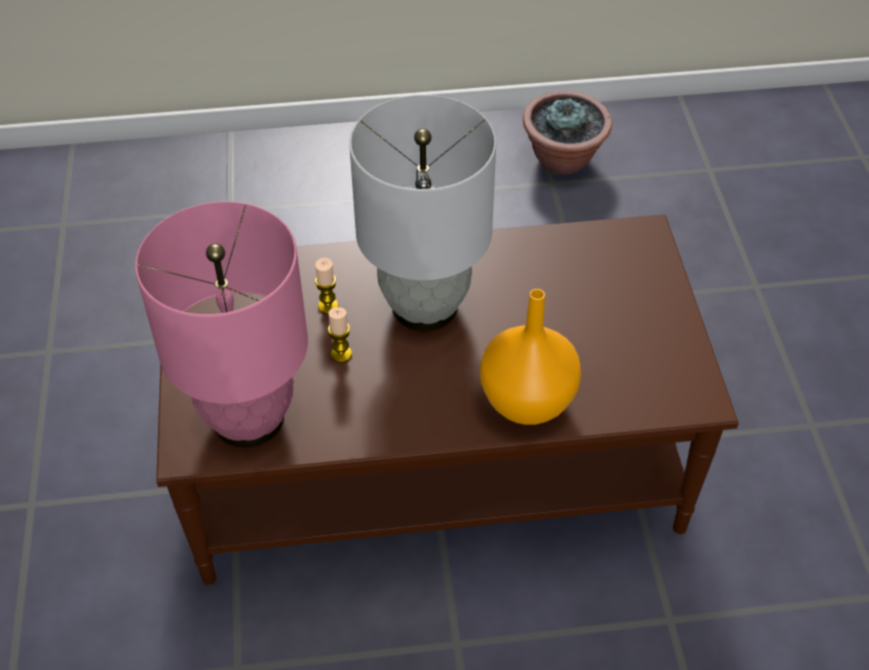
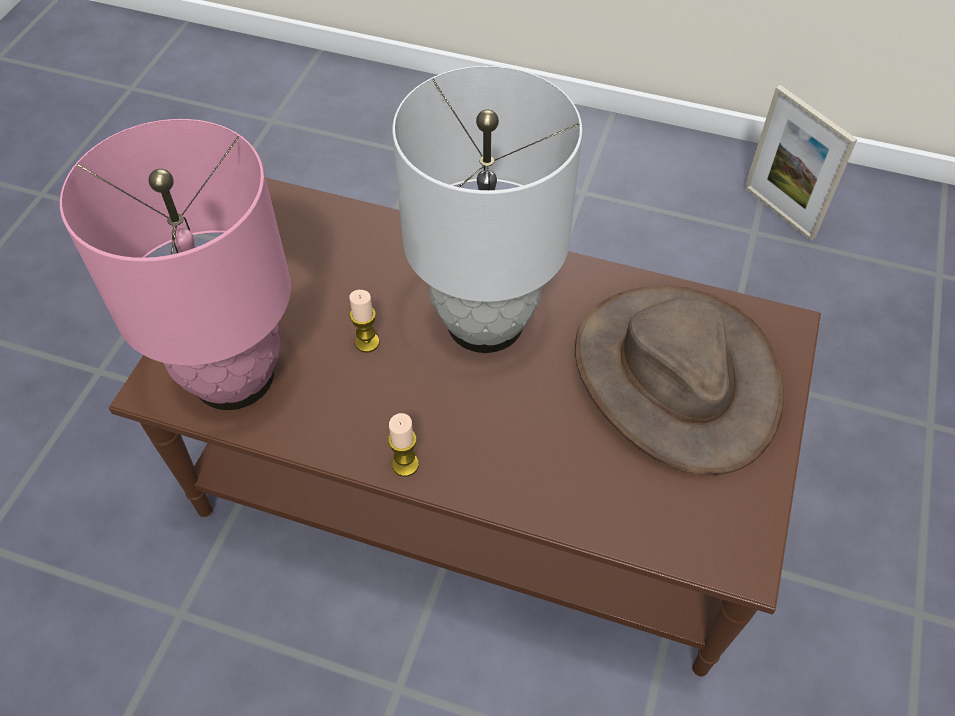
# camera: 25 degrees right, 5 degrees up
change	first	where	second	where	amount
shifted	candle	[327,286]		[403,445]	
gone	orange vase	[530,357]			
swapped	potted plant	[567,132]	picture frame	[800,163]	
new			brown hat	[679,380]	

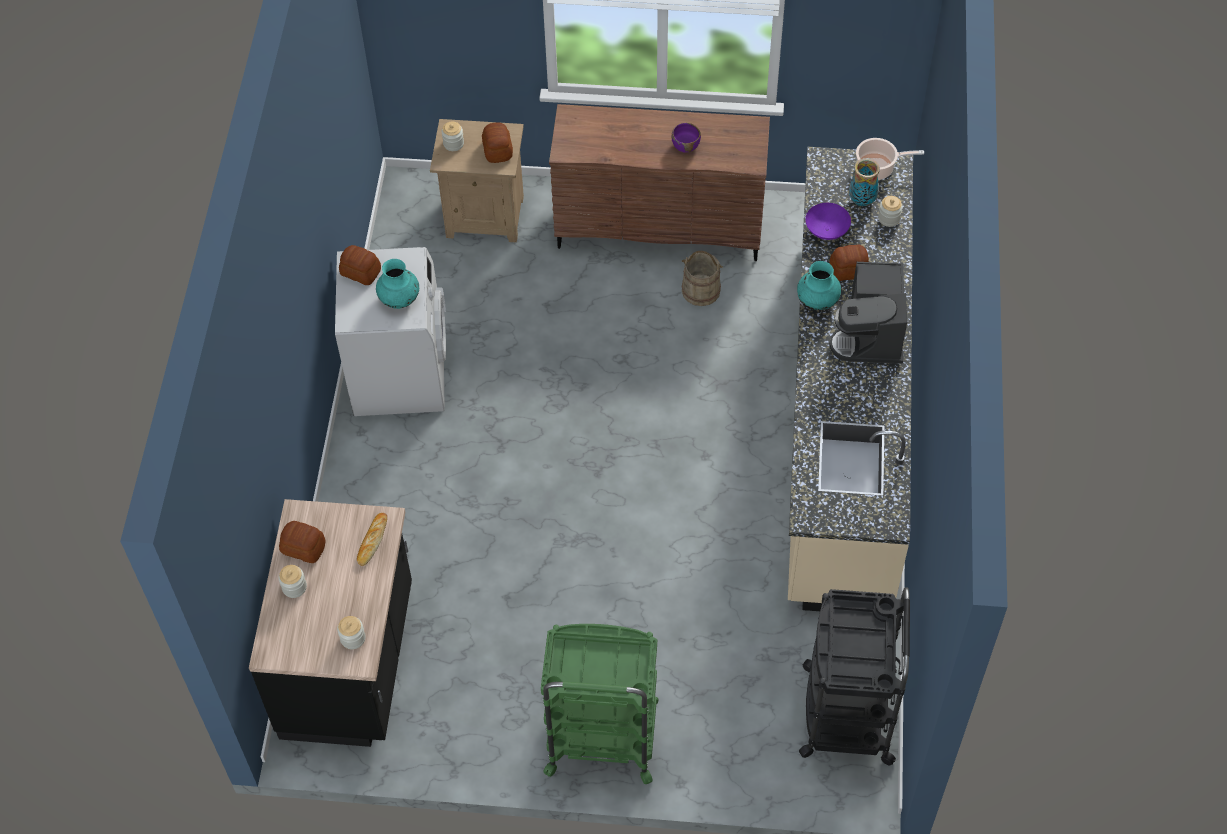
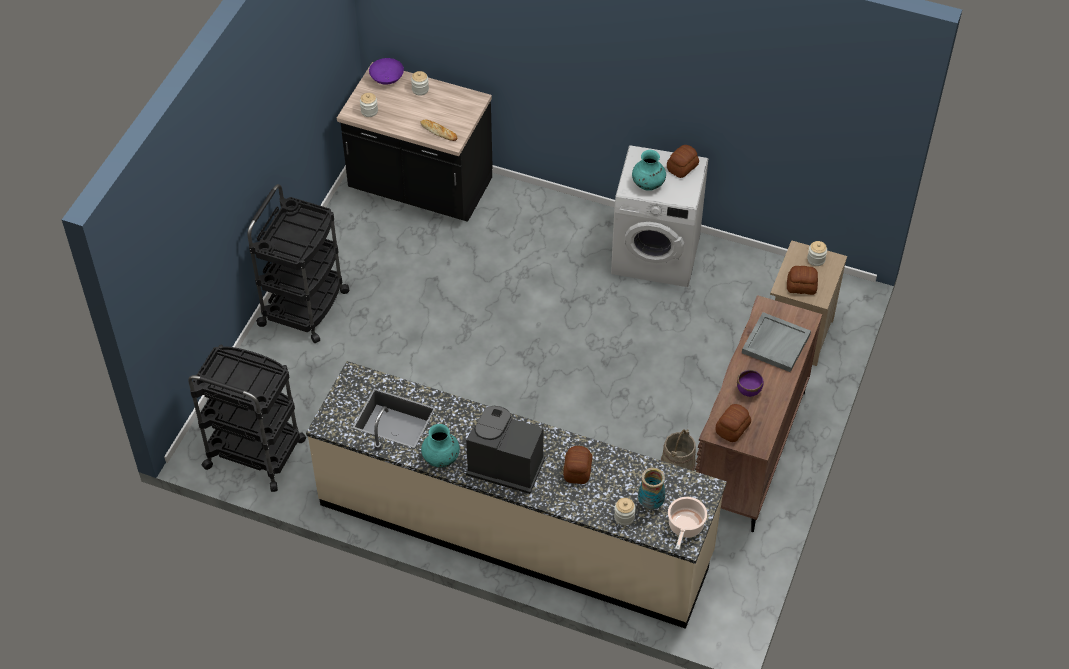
# camera: 105 degrees right, 5 degrees down
change	first	where	second	where	amount
shifted	bread	[302,542]		[733,423]	
repainted	green cart	[599,704]	black cart	[298,263]	
shifted	turquoise vase	[819,285]		[440,446]	
shifted	purple bowl	[828,221]		[386,71]	
new			grey tray	[776,342]	

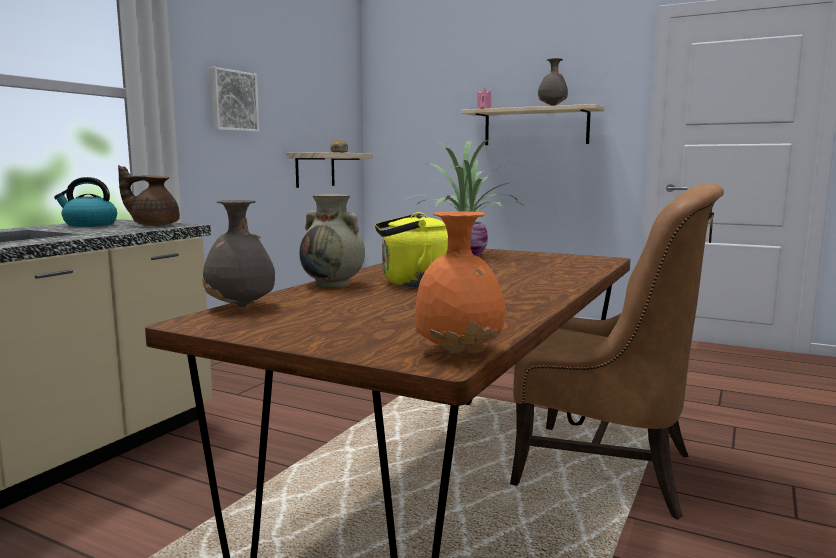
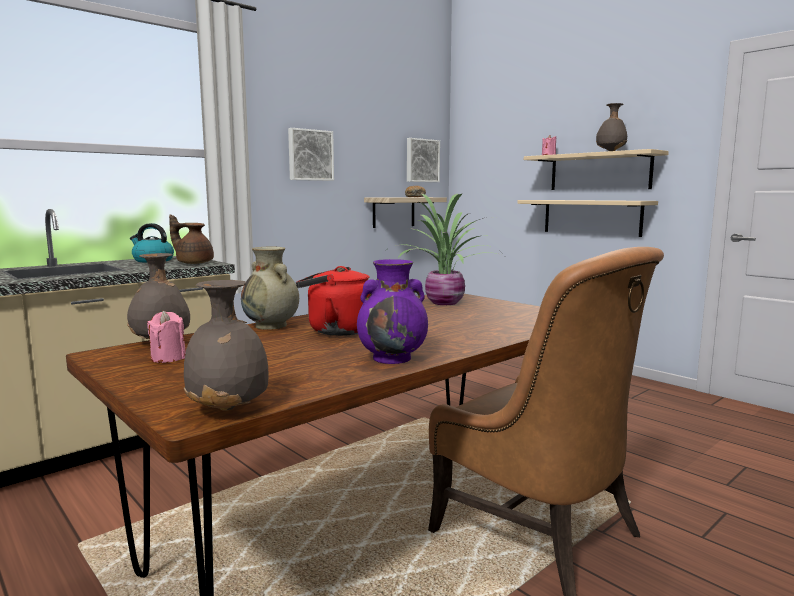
# camera: 20 degrees right, 0 degrees up
change	first	where	second	where	amount
repainted	yellow kettle	[411,249]	red kettle	[333,301]	
repainted	orange vase	[460,282]	grey vase	[226,345]	
new			pink candle	[166,337]	
new			purple vase	[392,311]	
new			picture	[423,160]	
new			beige shelf	[587,218]	

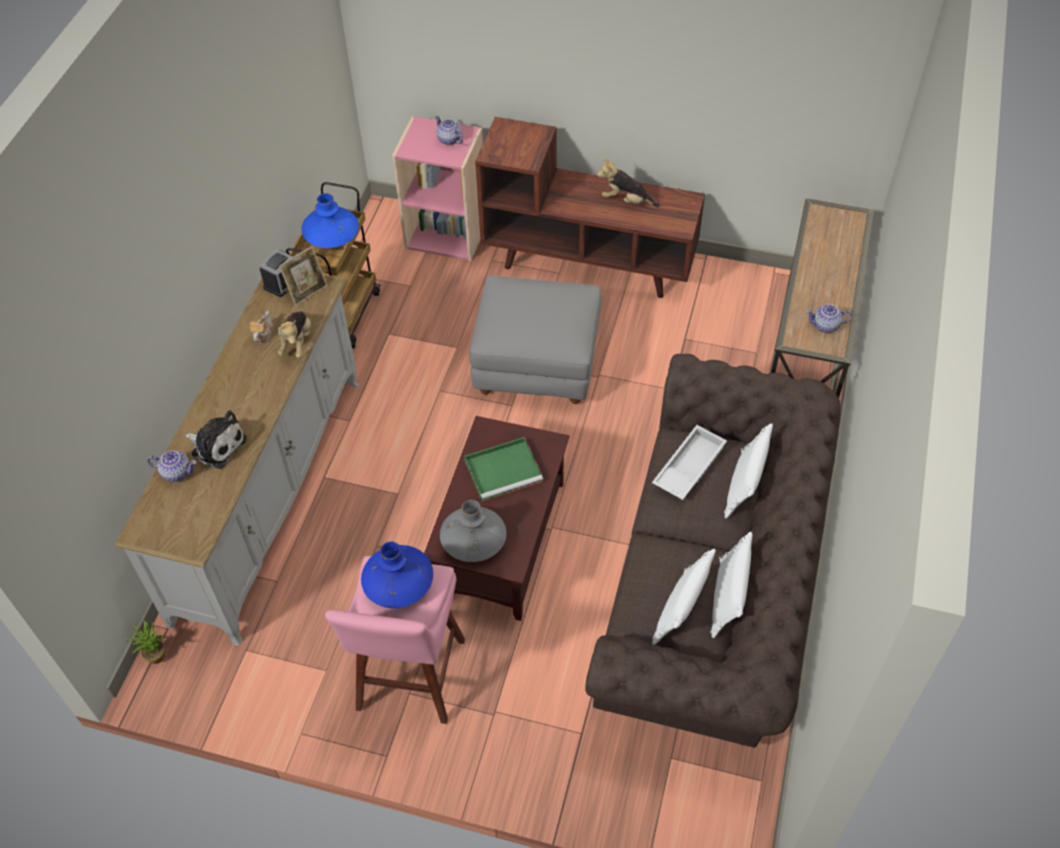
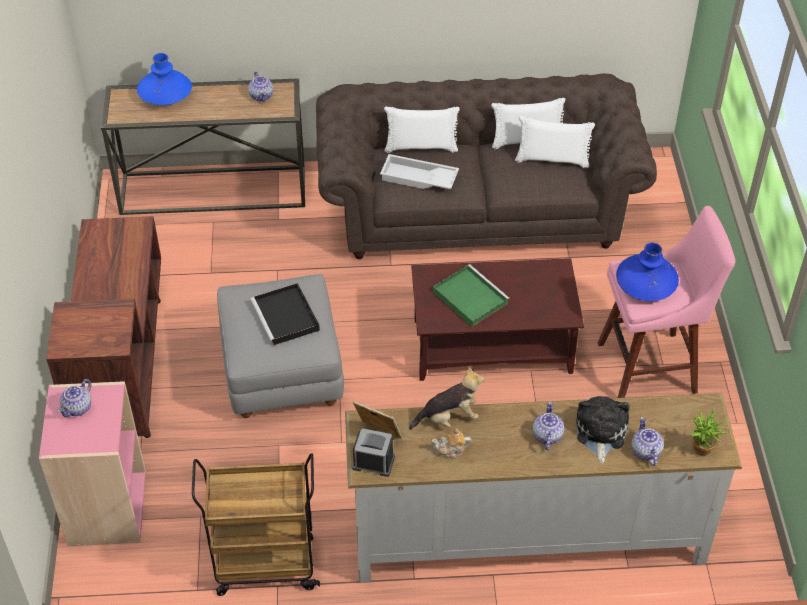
# camera: 110 degrees left, 5 degrees down
change	first	where	second	where	amount
shifted	potted plant	[144,642]		[710,432]	
shifted	blue vase	[330,220]		[164,79]	
gone	grey vase	[473,531]			
gone	plush toy	[628,182]			
new			black tray	[285,314]	
new			teapot	[548,425]	

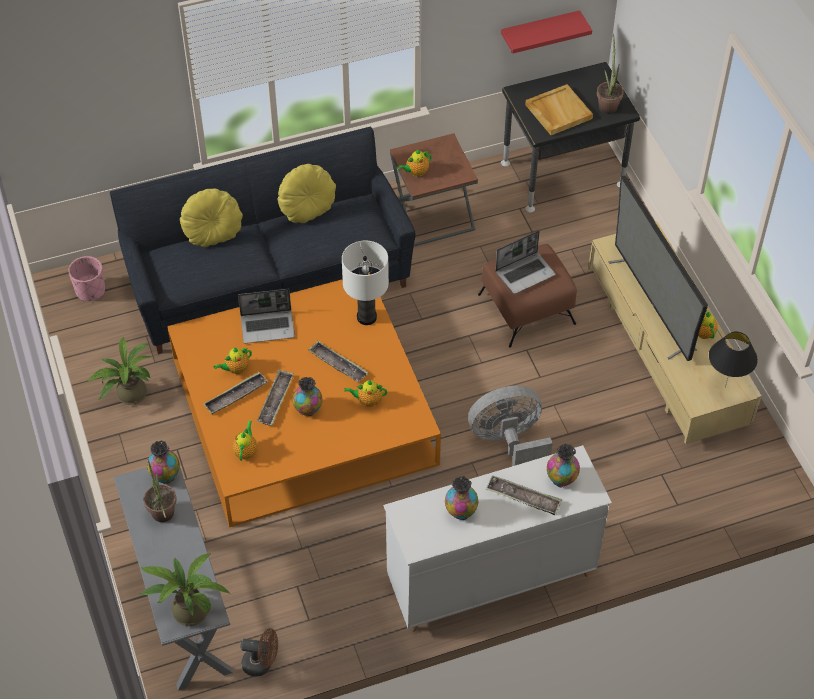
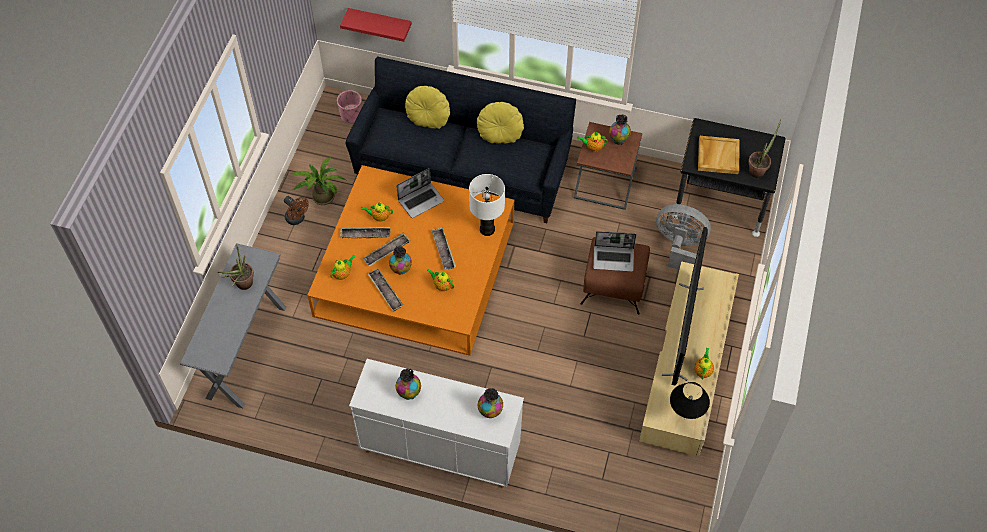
# camera: 35 degrees right, 5 degrees up
change	first	where	second	where	amount
gone	potted plant	[185,590]			
shifted	vase	[163,462]		[620,129]	
rotated	laptop	[266,316]		[420,193]	60 degrees counterclockwise
shifted	brown fan	[259,652]		[296,210]	
shifted	grey fan	[510,426]		[683,237]	
shifted	tray	[524,495]		[385,290]	
shifted	red shelf	[546,31]		[376,25]	

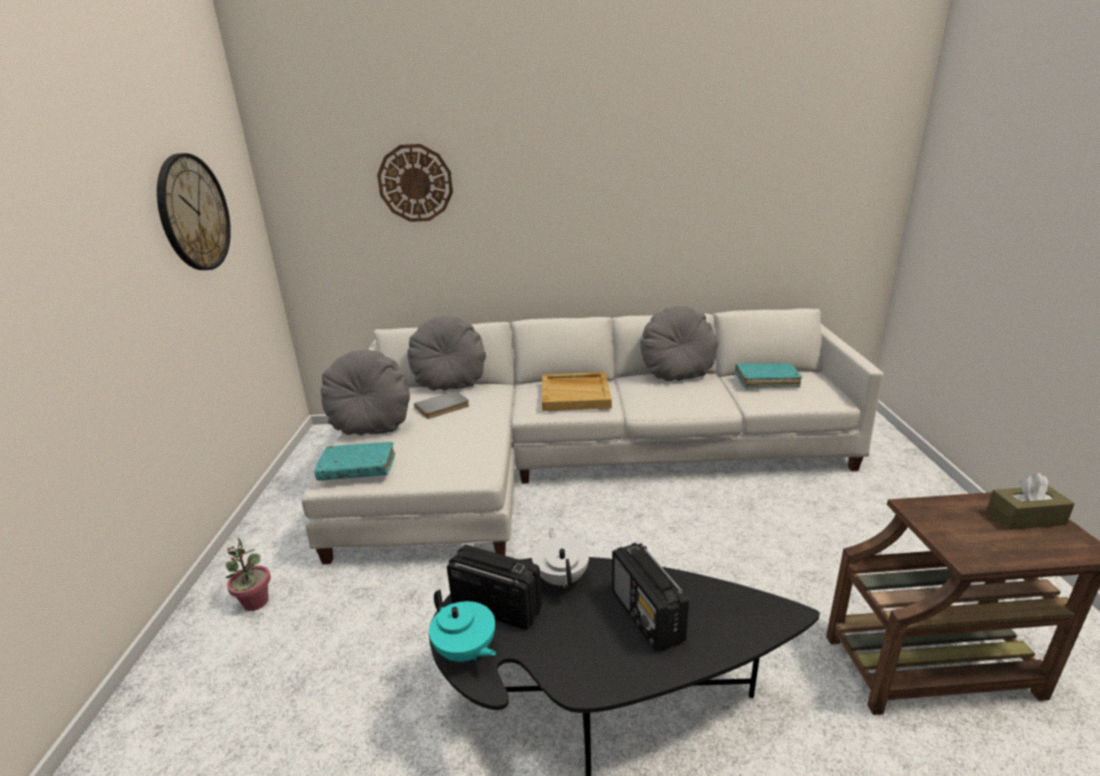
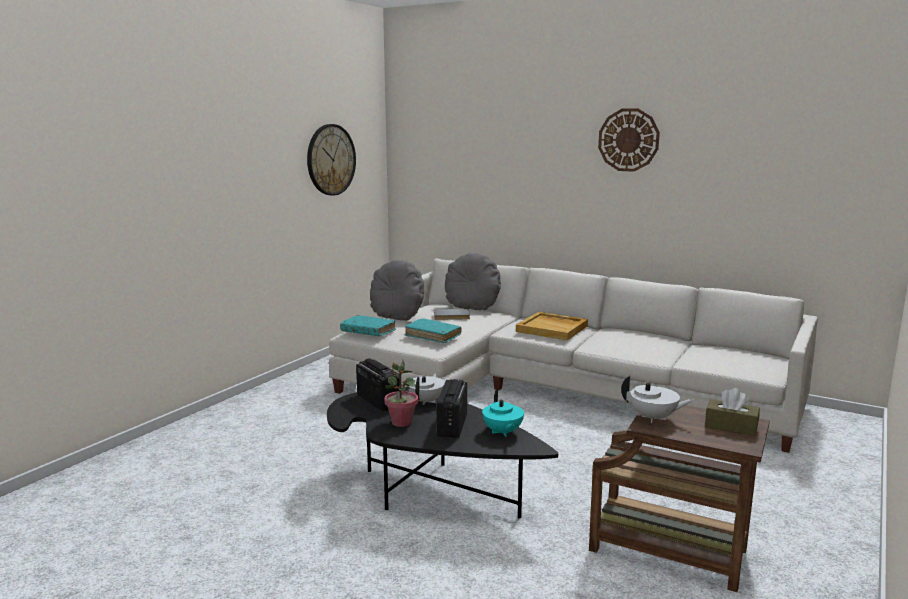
# camera: 30 degrees right, 10 degrees down
change	first	where	second	where	amount
shifted	potted plant	[248,574]		[401,393]	
shifted	wall clock	[415,183]		[629,140]	
shifted	turquoise teapot	[462,625]		[503,413]	
gone	grey pillow	[679,343]			
shifted	turquoise book	[768,376]		[433,330]	
new			white teapot	[657,399]	

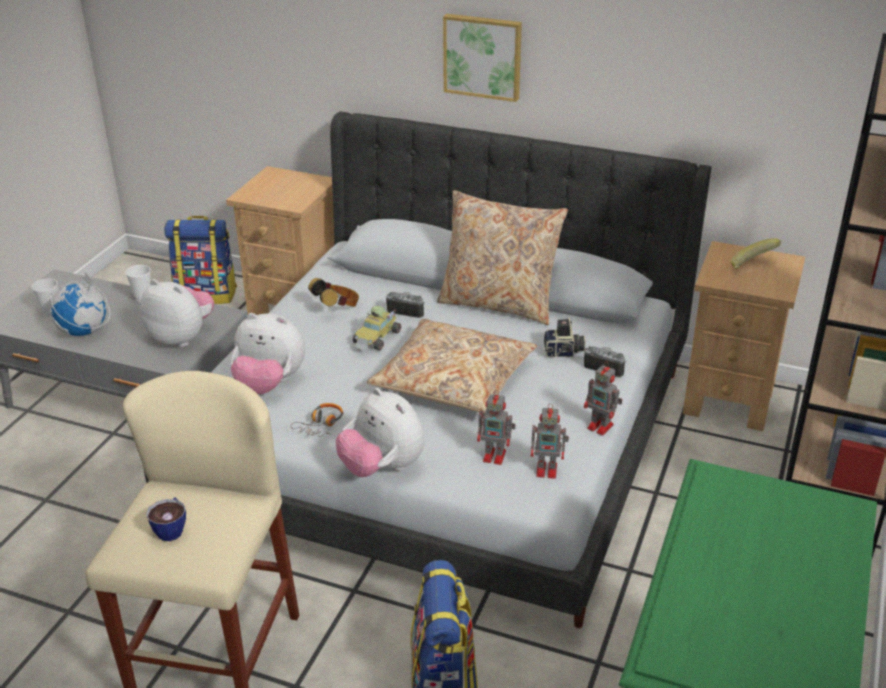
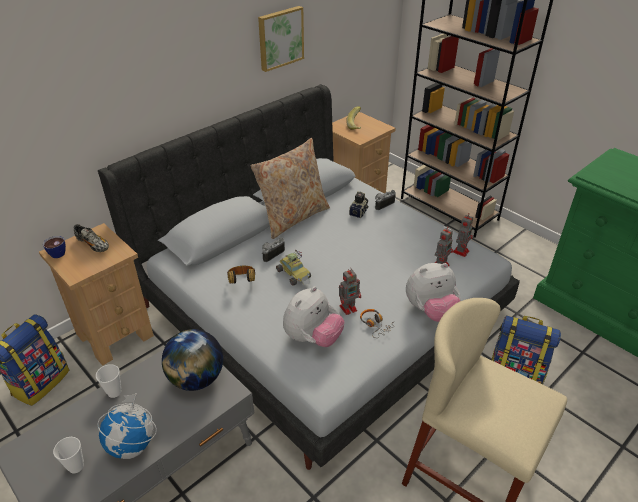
# camera: 65 degrees left, 5 degrees up
change	first	where	second	where	amount
swapped	plush toy	[177,313]	globe	[192,360]	
shifted	cup	[166,519]		[54,247]	
gone	beige pillow	[452,366]			
shifted	picture	[482,58]		[281,39]	
shifted	toy robot	[603,398]		[350,291]	
new			shoe	[91,238]	

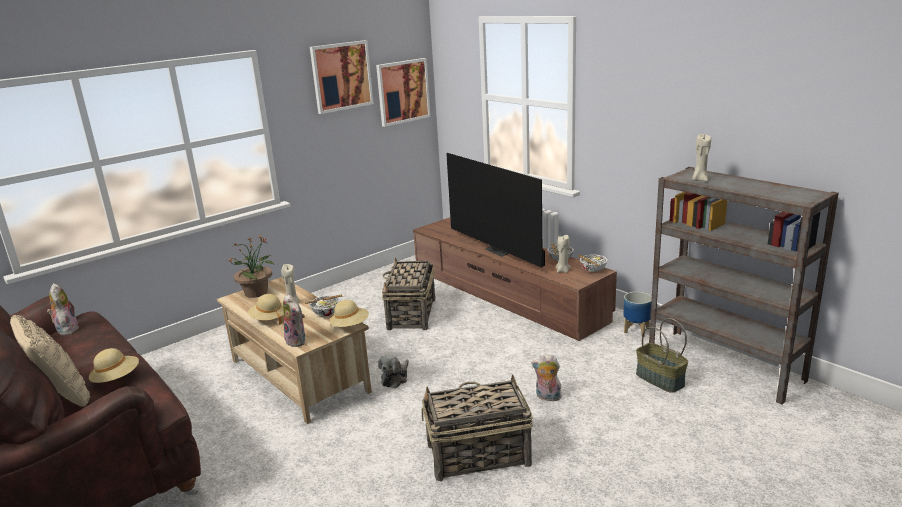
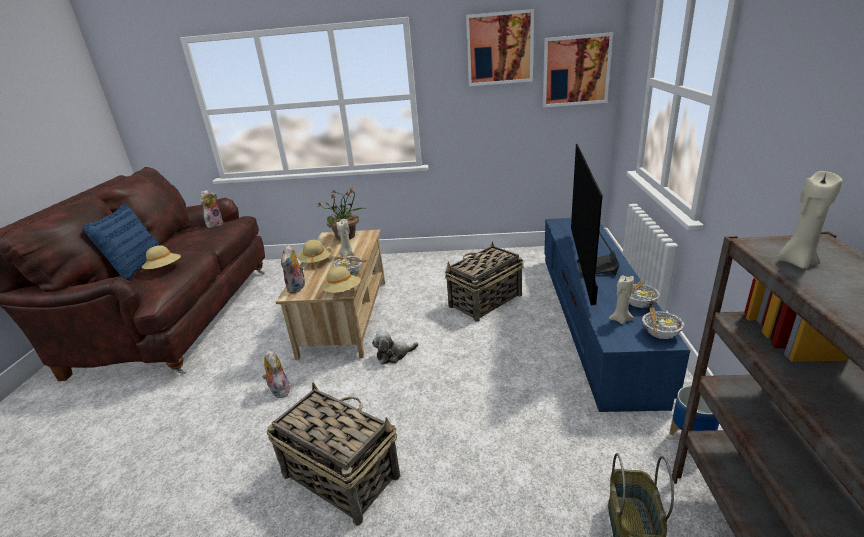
# camera: 45 degrees right, 5 degrees up
change	first	where	second	where	amount
repainted	beige pillow	[50,361]	blue pillow	[120,242]	
repainted	brown tv stand	[515,279]	blue tv stand	[617,315]	
shifted	plush toy	[546,377]		[276,374]	

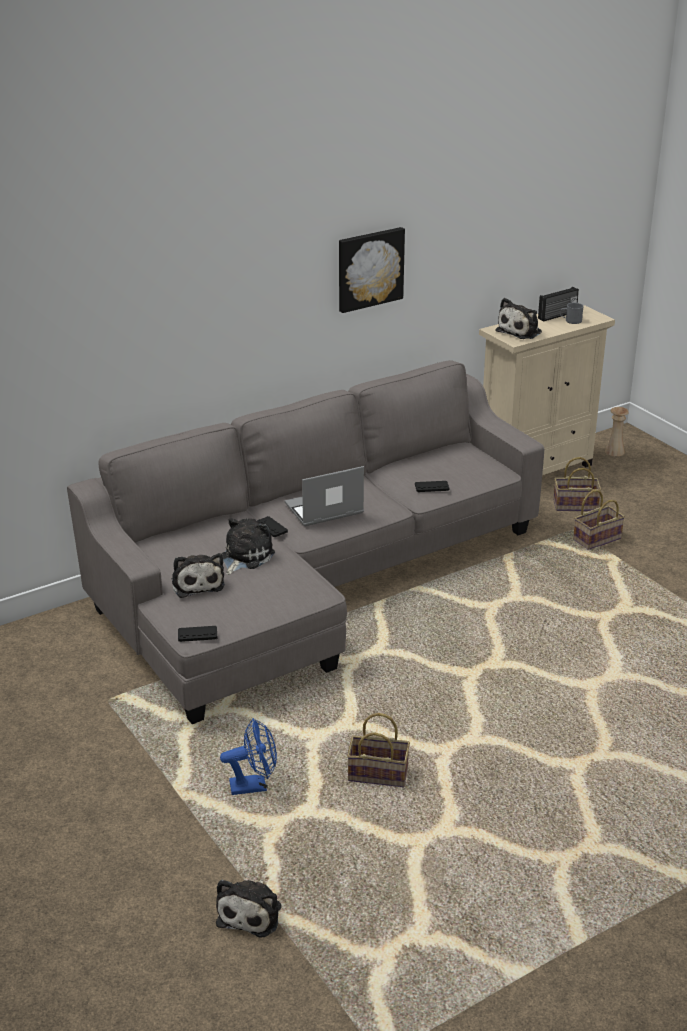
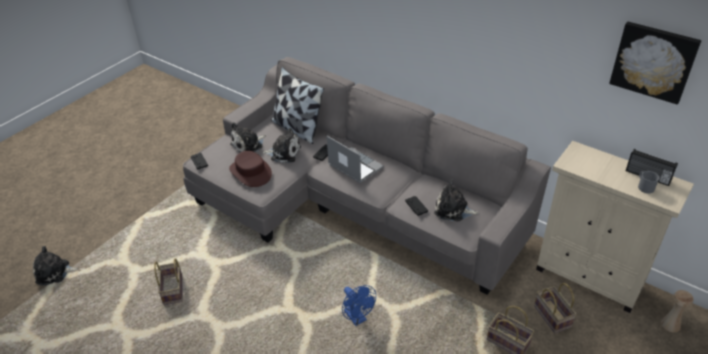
# camera: 70 degrees right, 10 degrees up
change	first	where	second	where	amount
shifted	blue fan	[248,756]		[359,305]	
shifted	picture	[372,270]		[655,63]	
shifted	plush toy	[519,318]		[456,200]	
new			brown hat	[250,169]	
new			pillow	[297,105]	

